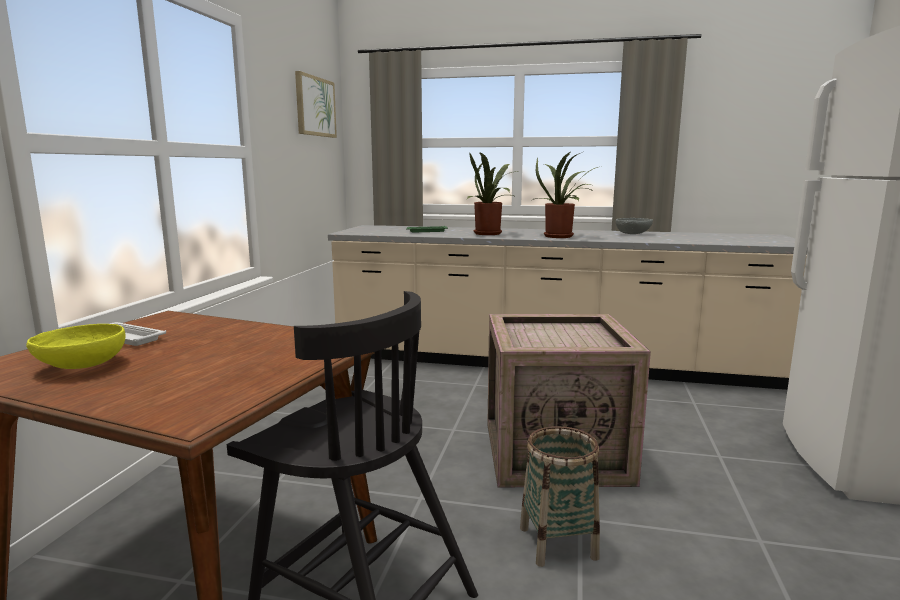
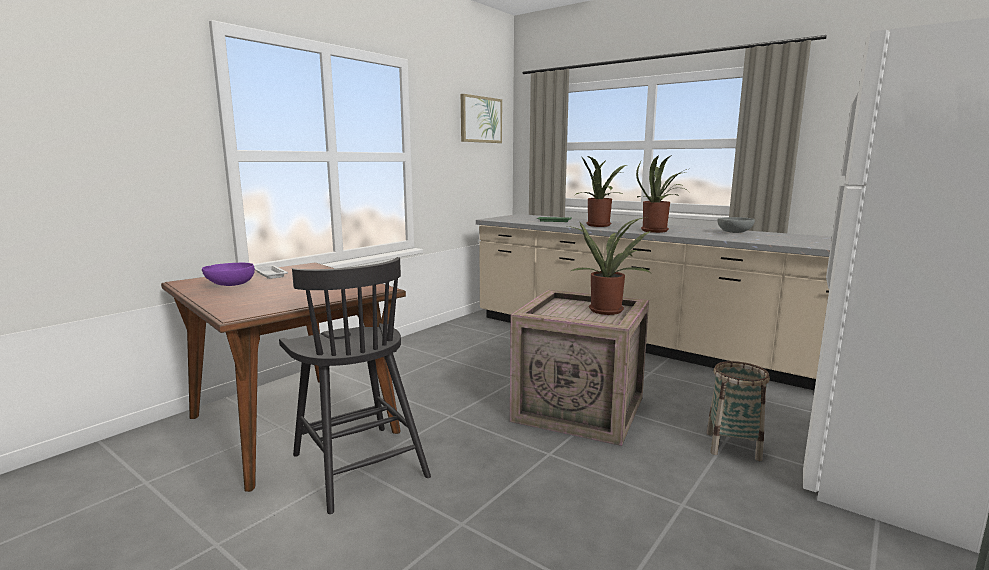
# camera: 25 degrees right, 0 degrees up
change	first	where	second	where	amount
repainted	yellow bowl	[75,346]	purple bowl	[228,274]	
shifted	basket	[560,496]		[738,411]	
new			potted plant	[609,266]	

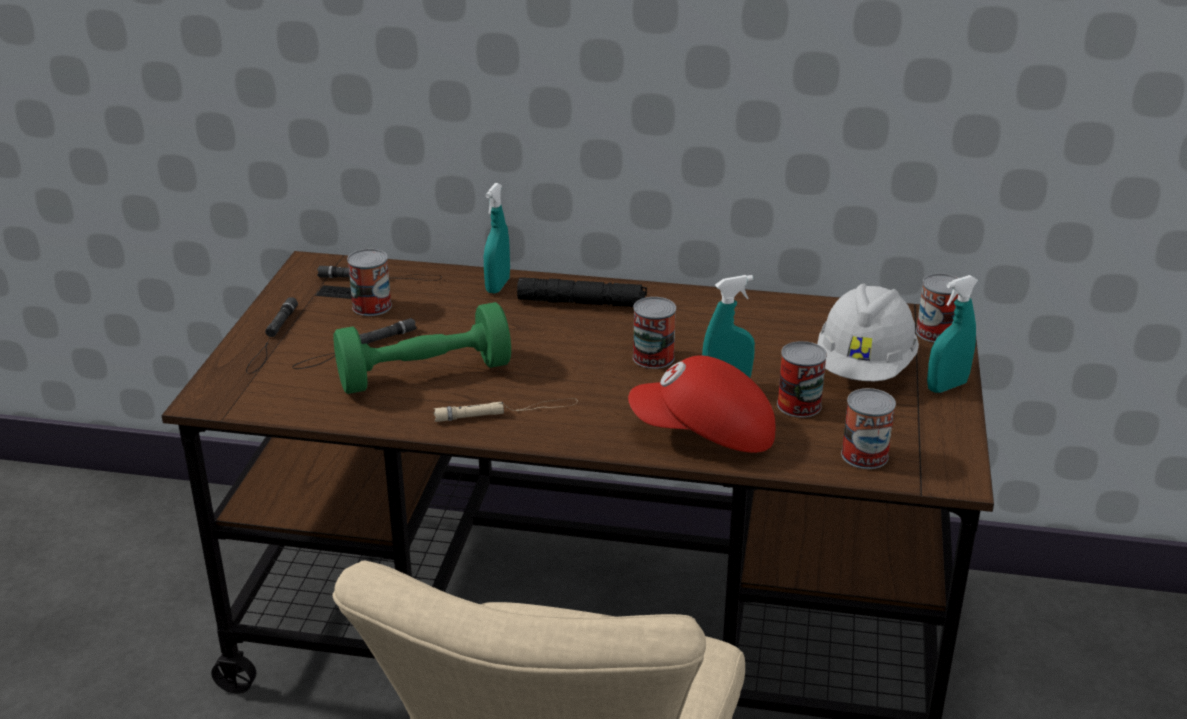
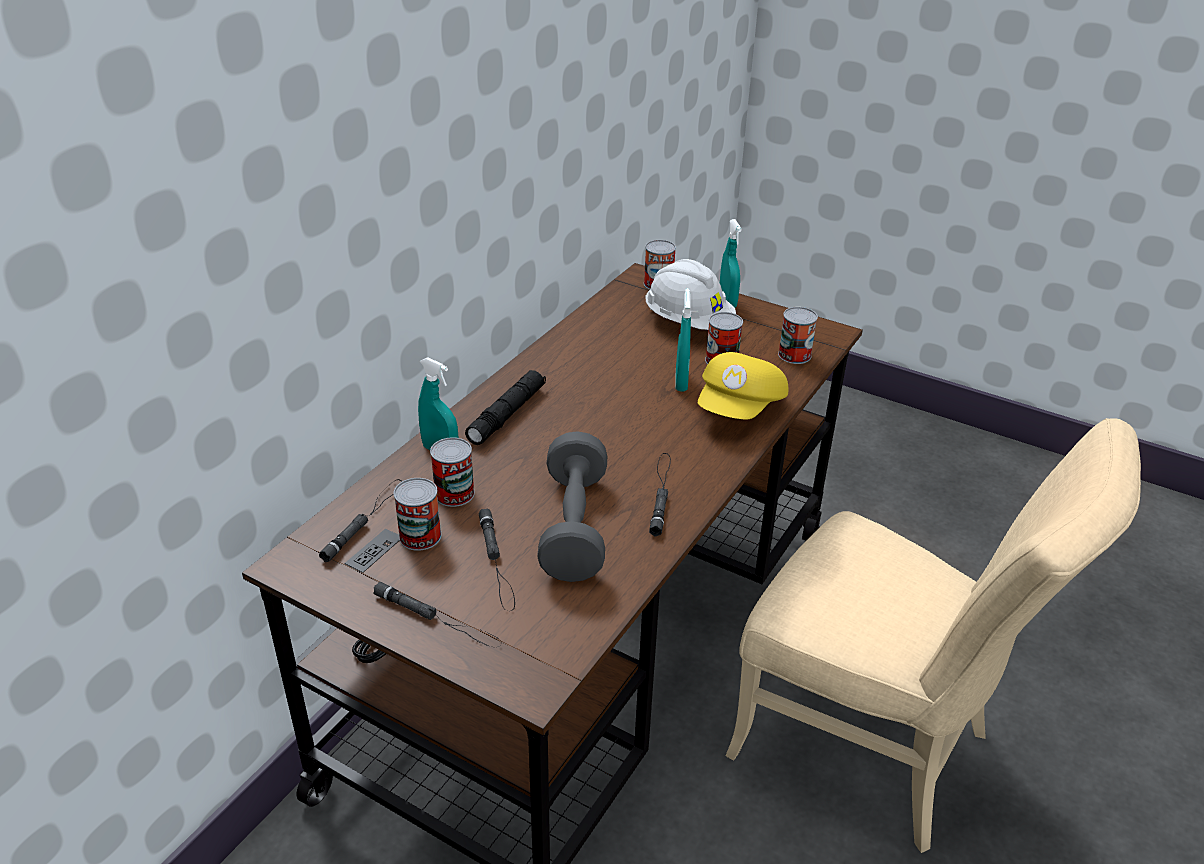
# camera: 70 degrees left, 5 degrees up
change	first	where	second	where	amount
repainted	green dumbbell	[422,348]	grey dumbbell	[572,506]	
repainted	beige flashlight	[506,410]	black flashlight	[660,495]	
repainted	red cap	[702,404]	yellow cap	[743,385]	
shifted	can	[654,333]		[452,472]	

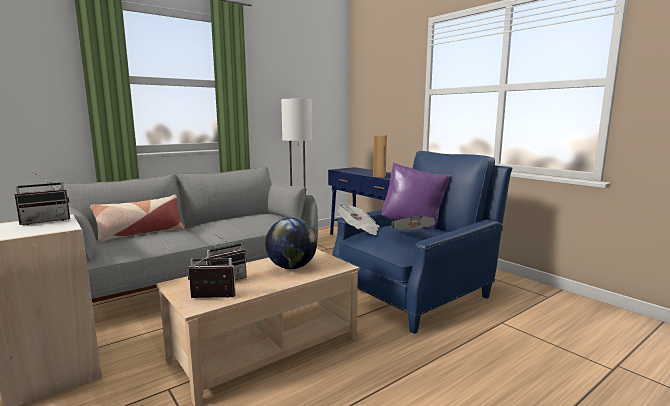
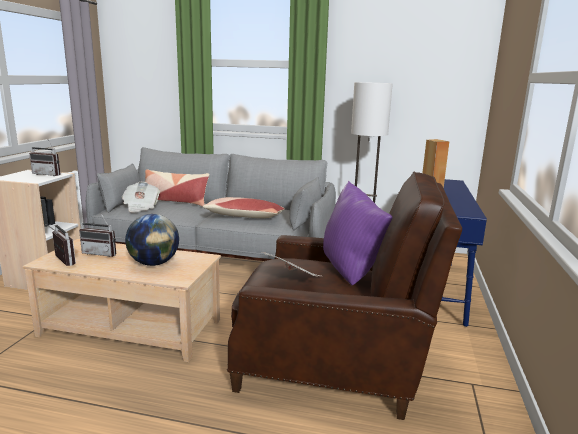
# camera: 50 degrees right, 5 degrees up
change	first	where	second	where	amount
repainted	blue armchair	[422,242]	brown armchair	[344,296]	
shifted	newspaper	[358,219]		[141,197]	
new			pillow	[243,207]	

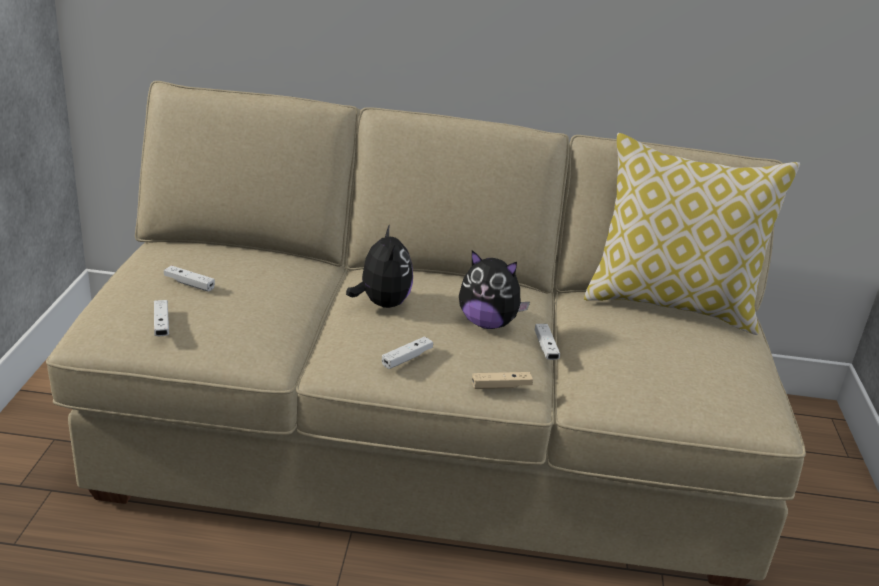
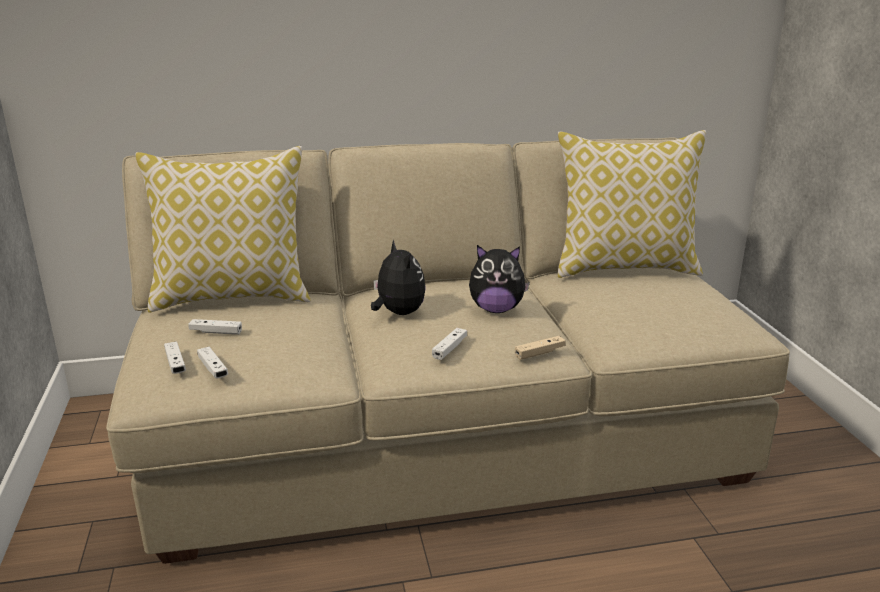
# camera: 15 degrees left, 5 degrees down
change	first	where	second	where	amount
shifted	white game controller	[547,342]		[175,357]	
new			pillow	[223,229]	

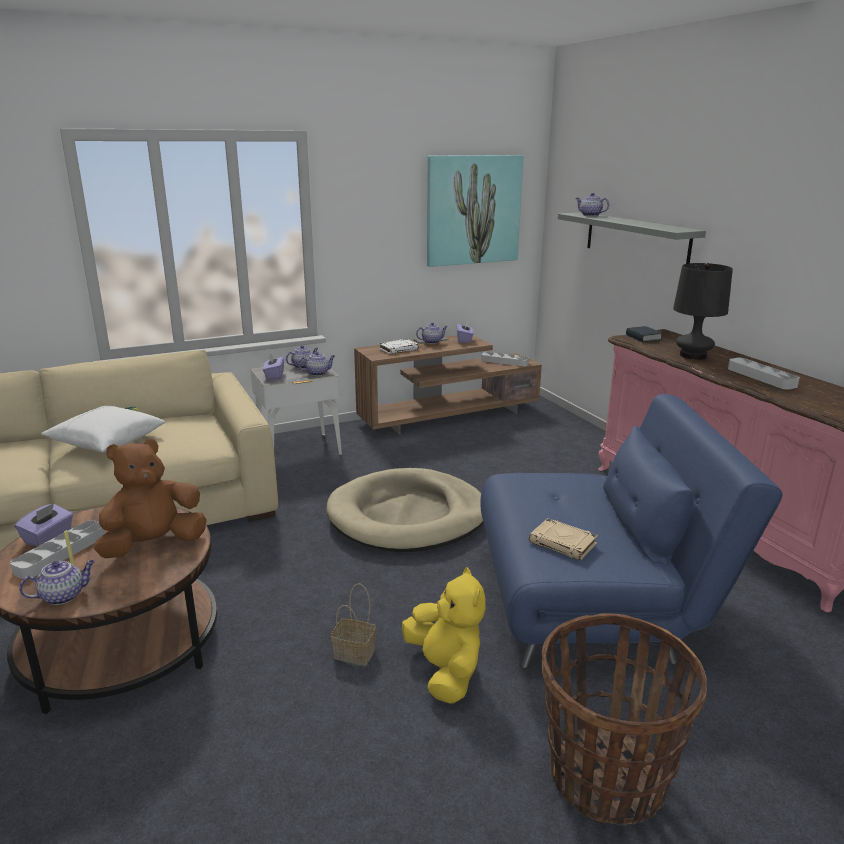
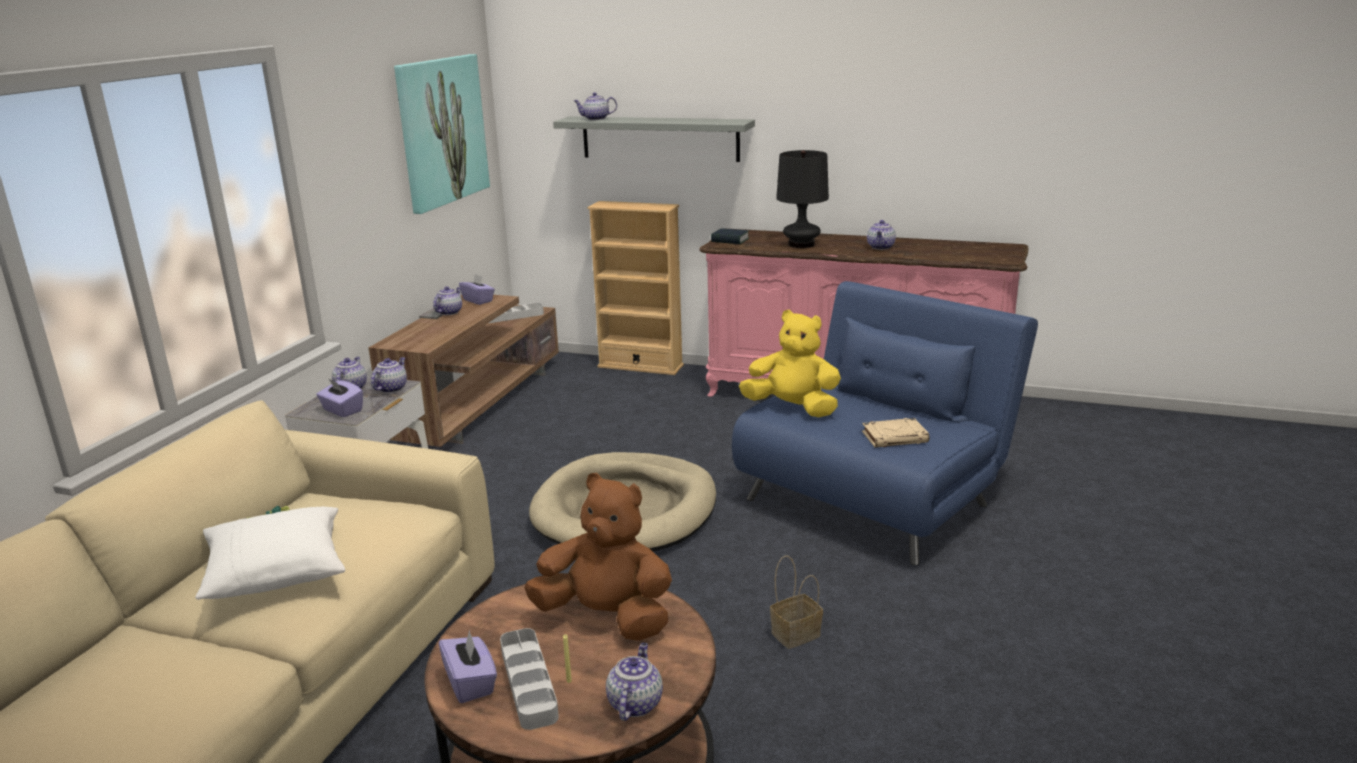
# camera: 45 degrees left, 0 degrees up
change	first	where	second	where	amount
rotated	brown plush toy	[150,498]		[598,557]	105 degrees clockwise
gone	white book	[399,346]			
shifted	yellow plush toy	[444,635]		[790,363]	
gone	basket	[624,719]			
swapped	grey tray	[764,374]	teapot	[881,235]	
new			beige bookcase	[635,288]	

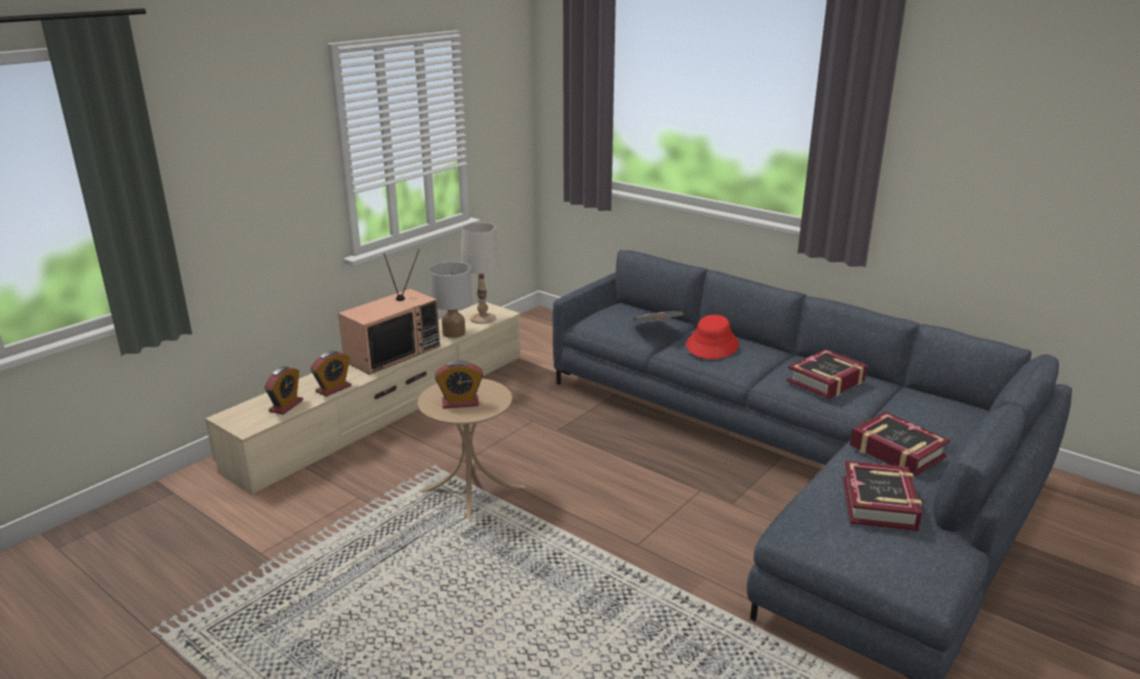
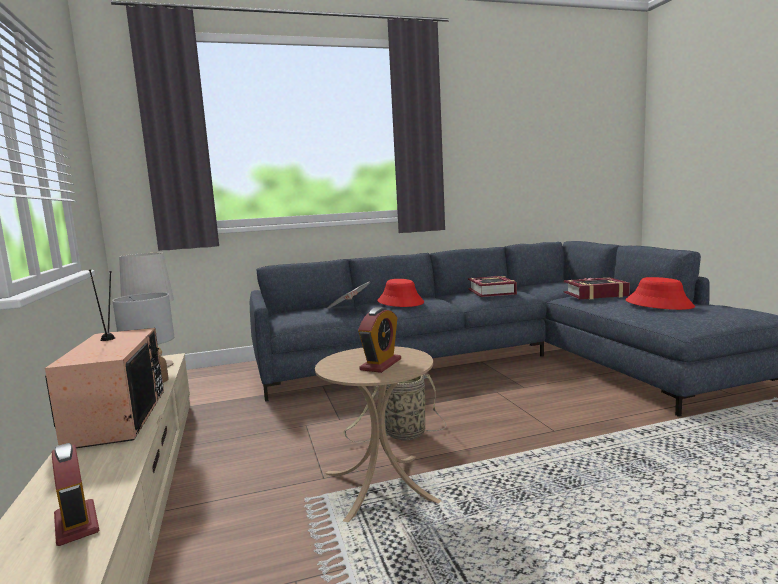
# camera: 55 degrees left, 15 degrees down
change	first	where	second	where	amount
gone	alarm clock	[330,374]			
swapped	book	[882,496]	red hat	[660,293]	
new			basket	[395,408]	

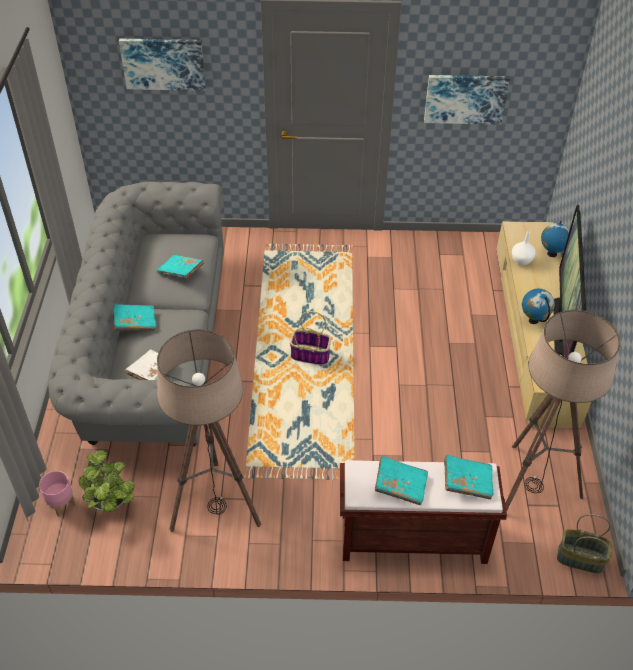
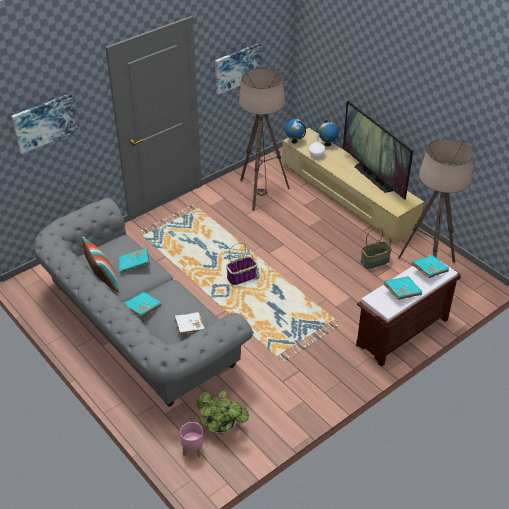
# camera: 40 degrees left, 5 degrees down
change	first	where	second	where	amount
shifted	floor lamp	[209,430]		[264,139]	
shifted	globe	[538,306]		[295,131]	
shifted	basket	[584,543]		[376,248]	
new			pillow	[100,264]	

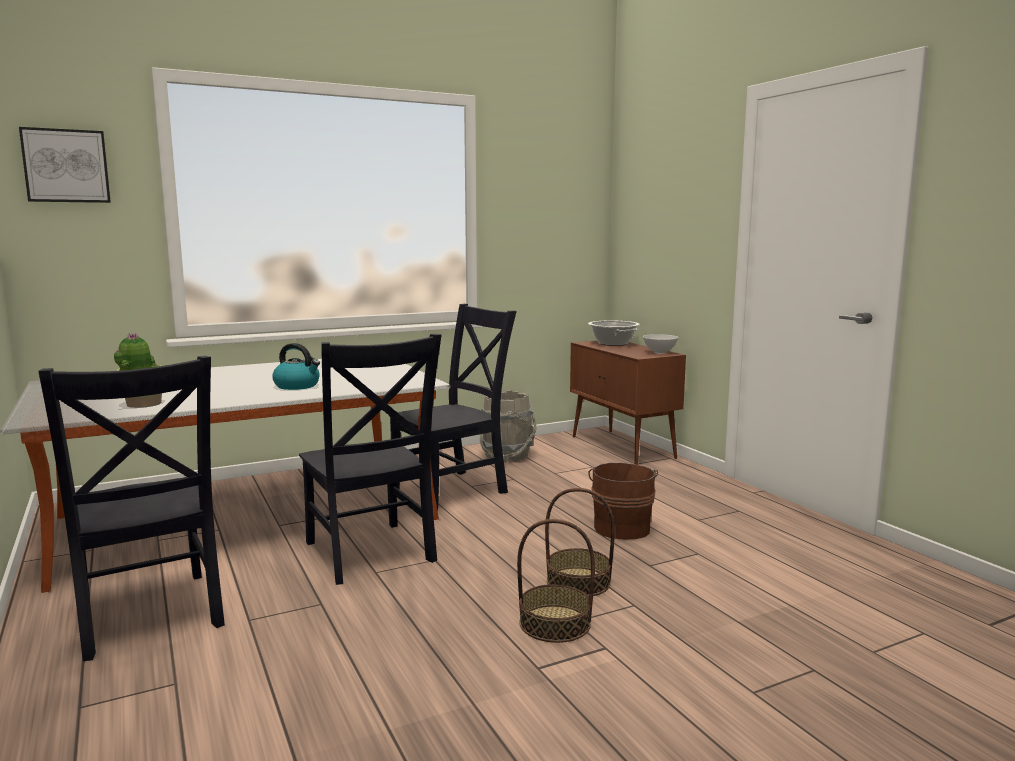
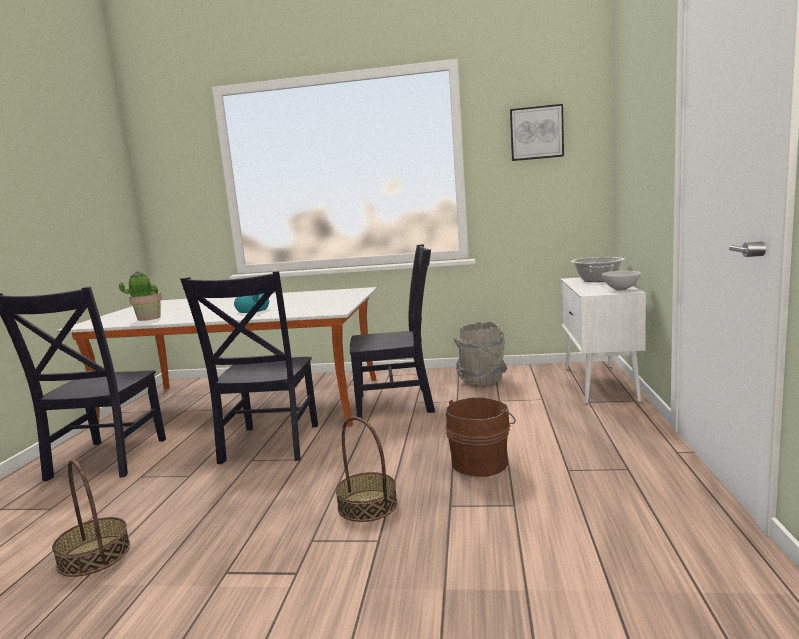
# camera: 35 degrees right, 0 degrees up
change	first	where	second	where	amount
shifted	picture	[65,165]		[537,132]	
shifted	basket	[556,581]		[91,518]	
repainted	brown cabinet	[628,403]	white cabinet	[603,340]	

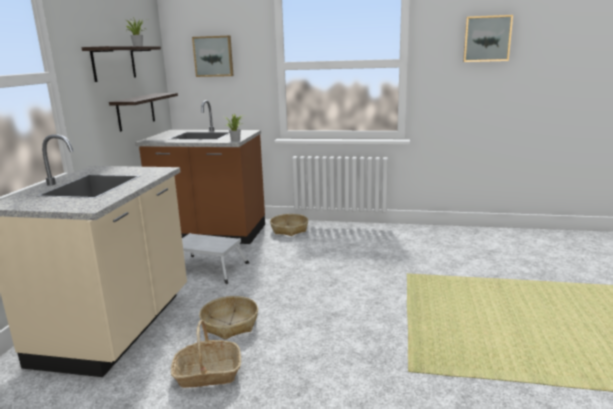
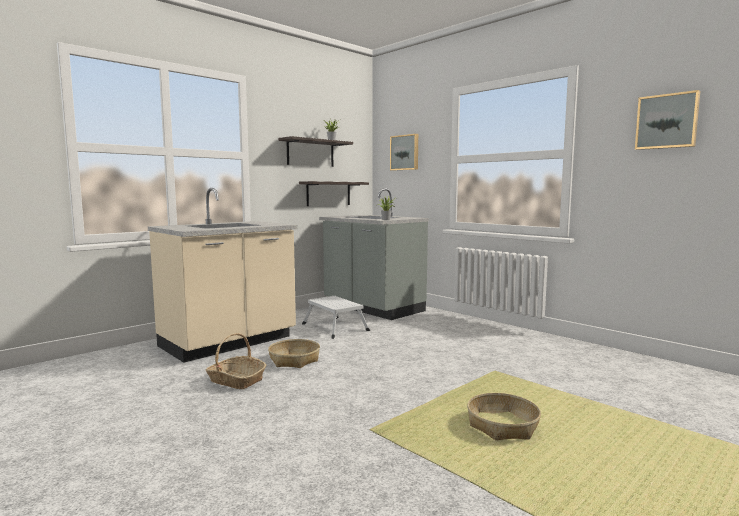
# camera: 35 degrees right, 10 degrees down
change	first	where	second	where	amount
repainted	brown counter	[200,172]	grey counter	[374,254]	
shifted	basket	[289,225]		[504,416]	

